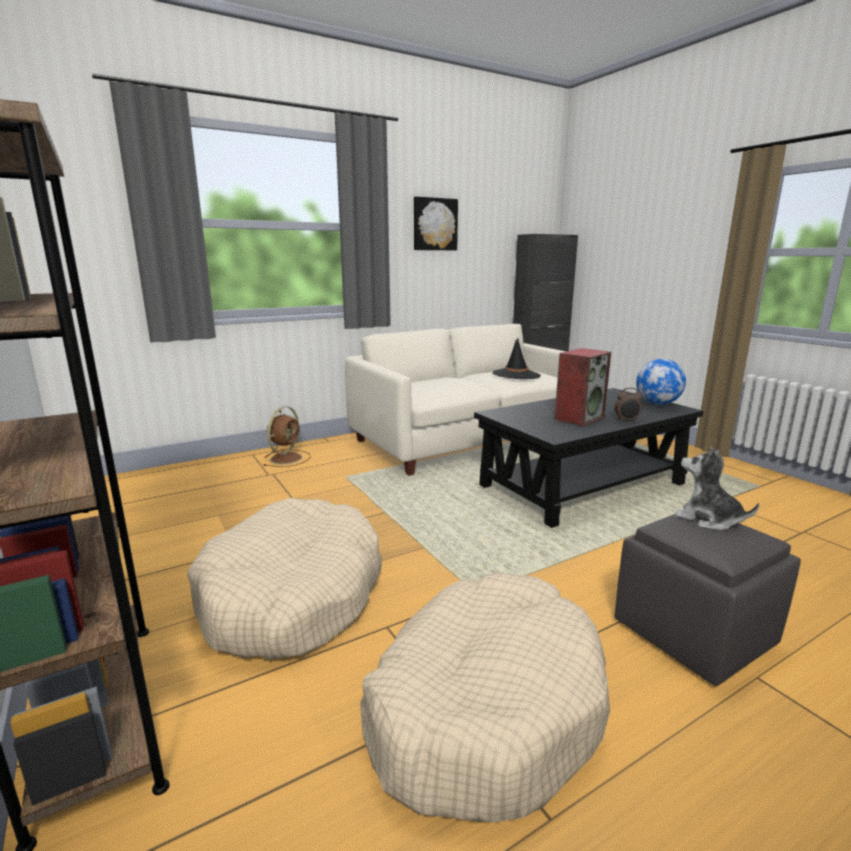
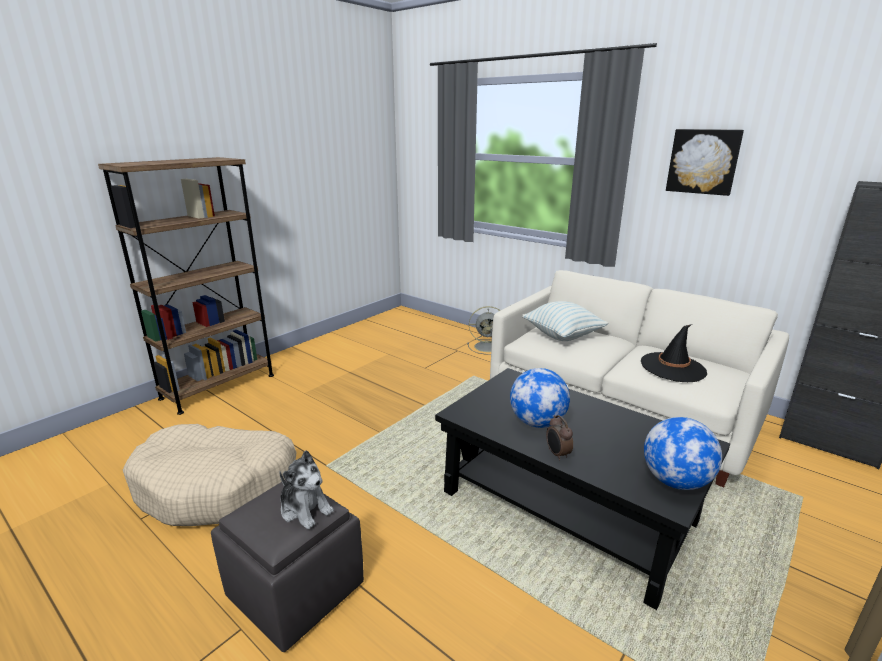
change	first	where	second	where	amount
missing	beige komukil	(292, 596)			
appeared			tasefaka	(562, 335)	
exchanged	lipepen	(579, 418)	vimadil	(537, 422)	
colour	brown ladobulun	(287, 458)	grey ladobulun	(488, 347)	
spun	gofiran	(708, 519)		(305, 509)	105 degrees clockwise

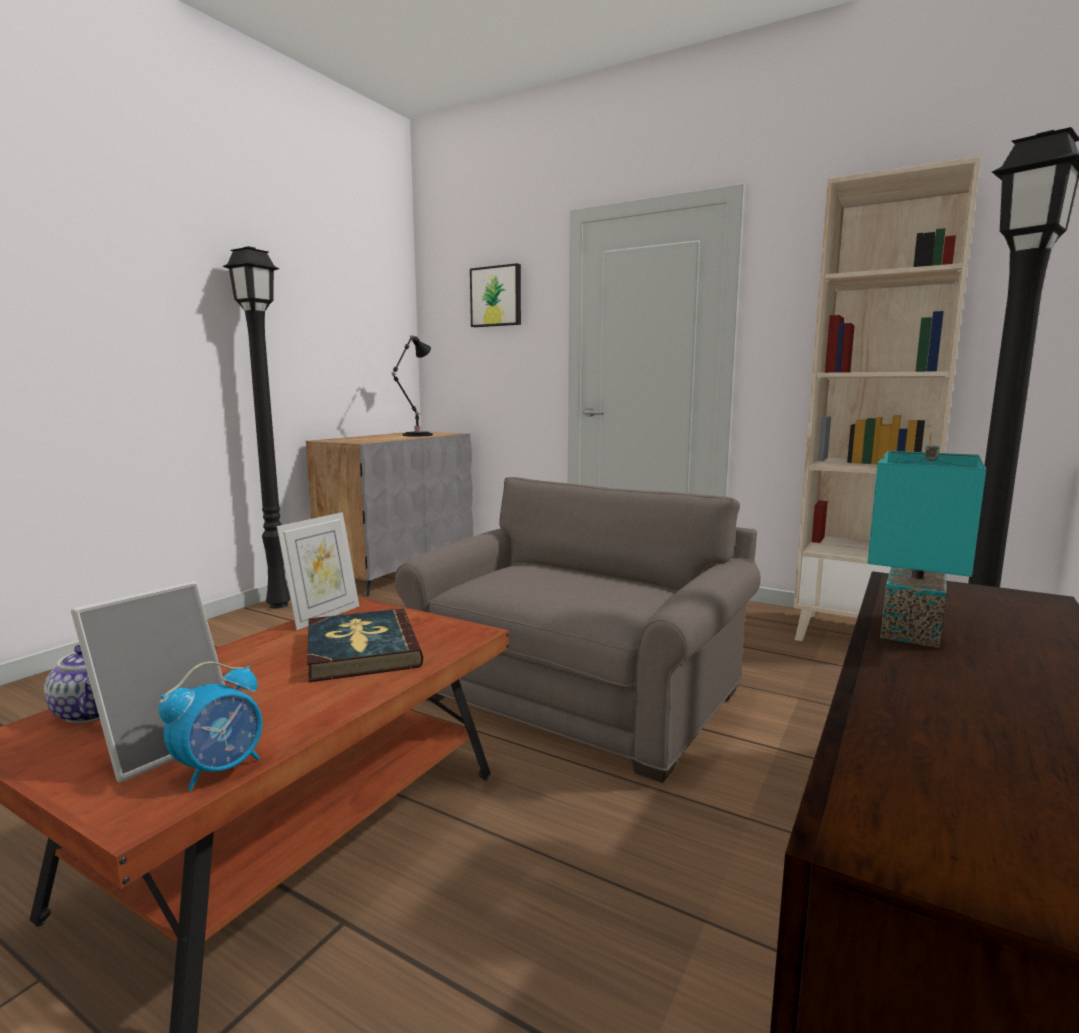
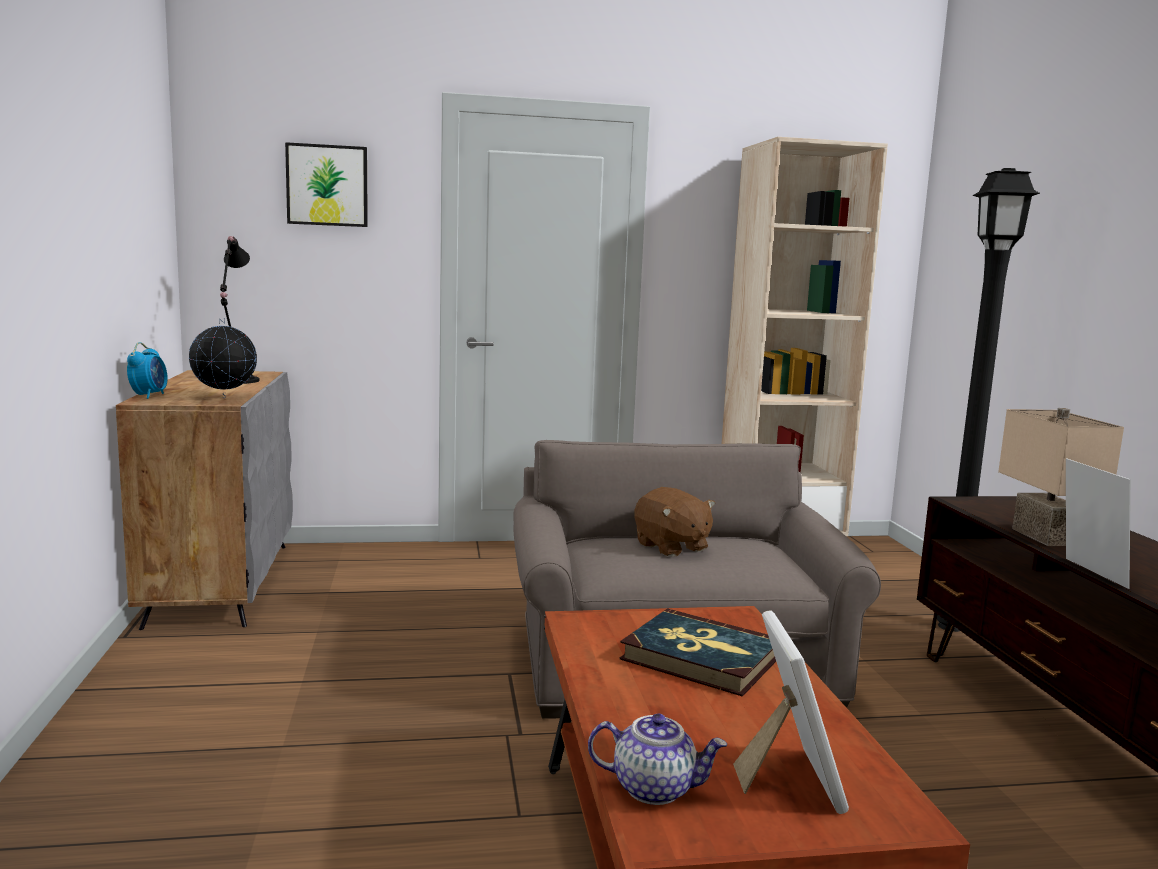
change	first	where	second	where	amount
missing	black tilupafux	(279, 604)			
appeared			vimadil	(225, 398)	
appeared			brown gofiran	(671, 547)	
relocated	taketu	(221, 769)		(149, 395)	
relocated	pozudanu	(323, 616)		(1088, 573)	
colour	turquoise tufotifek	(916, 631)	beige tufotifek	(1048, 537)	

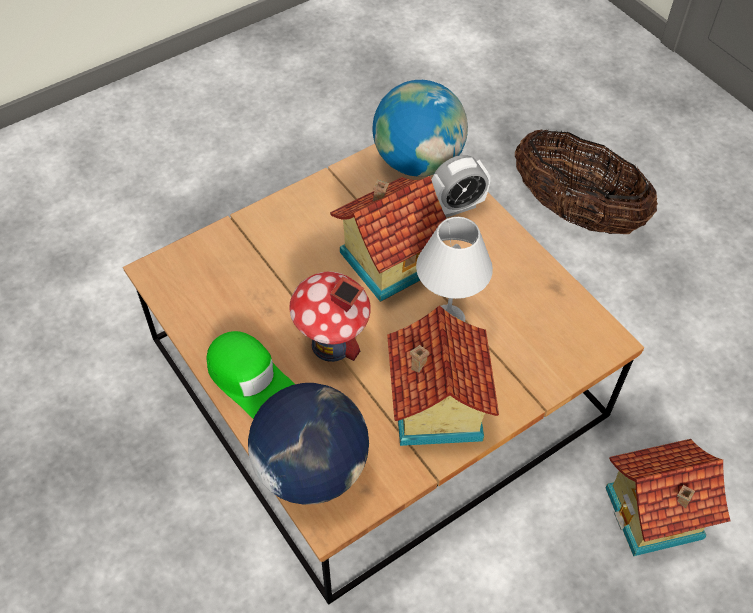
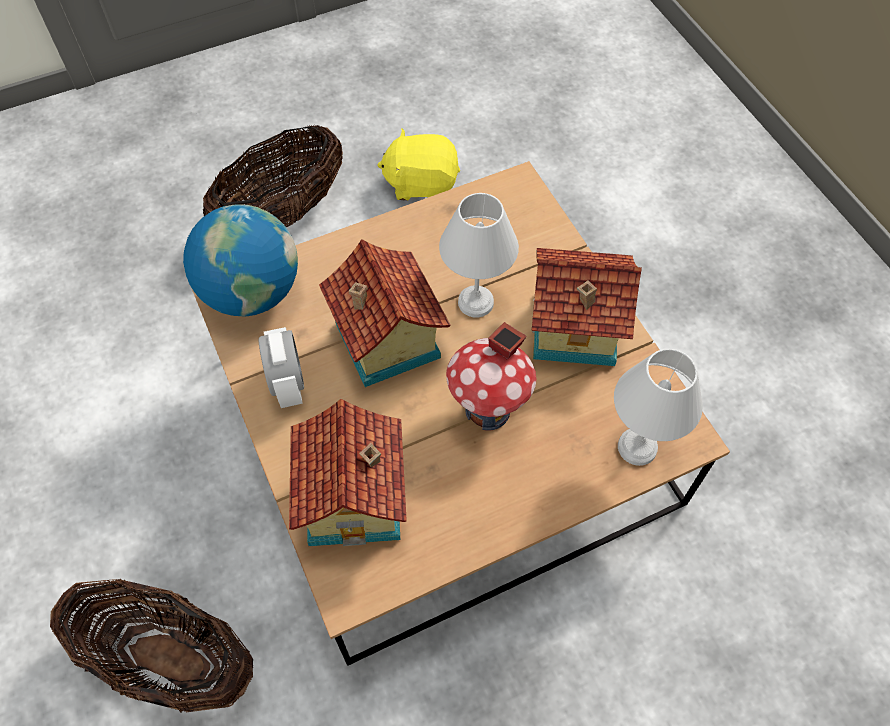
change	first	where	second	where	amount
missing	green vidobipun	(250, 379)			
appeared			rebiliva	(171, 659)	
appeared			yellow gofiran	(421, 183)	
relocated	taketu	(457, 206)		(288, 384)	
relocated	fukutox	(655, 515)		(357, 499)	
exchanged	vimadil	(311, 469)	white tufotifek	(635, 447)	

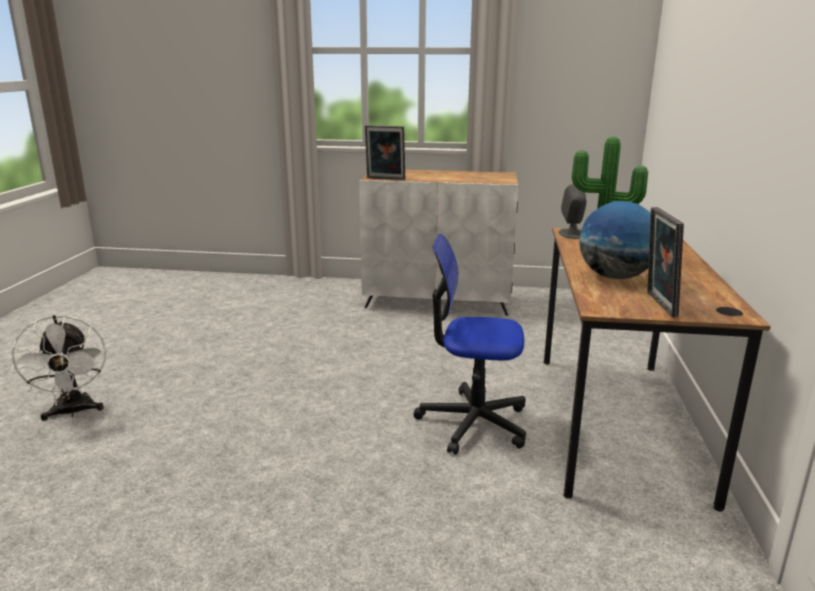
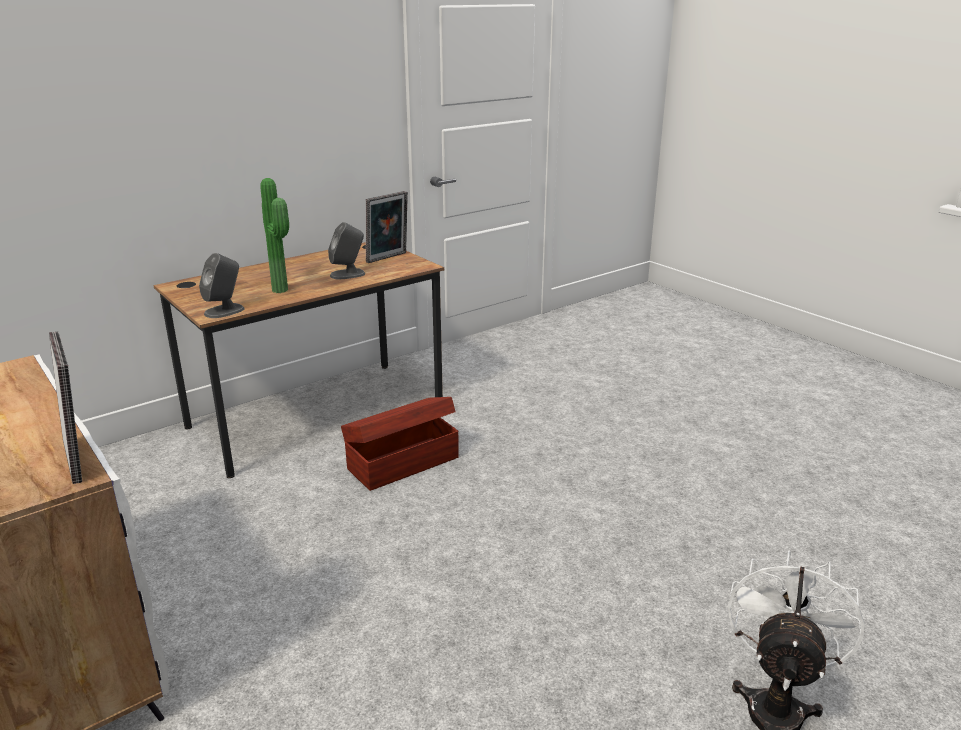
change	first	where	second	where	amount
exchanged	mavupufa	(473, 422)	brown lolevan	(401, 463)	
exchanged	vimadil	(615, 277)	grey lipepen	(348, 274)	

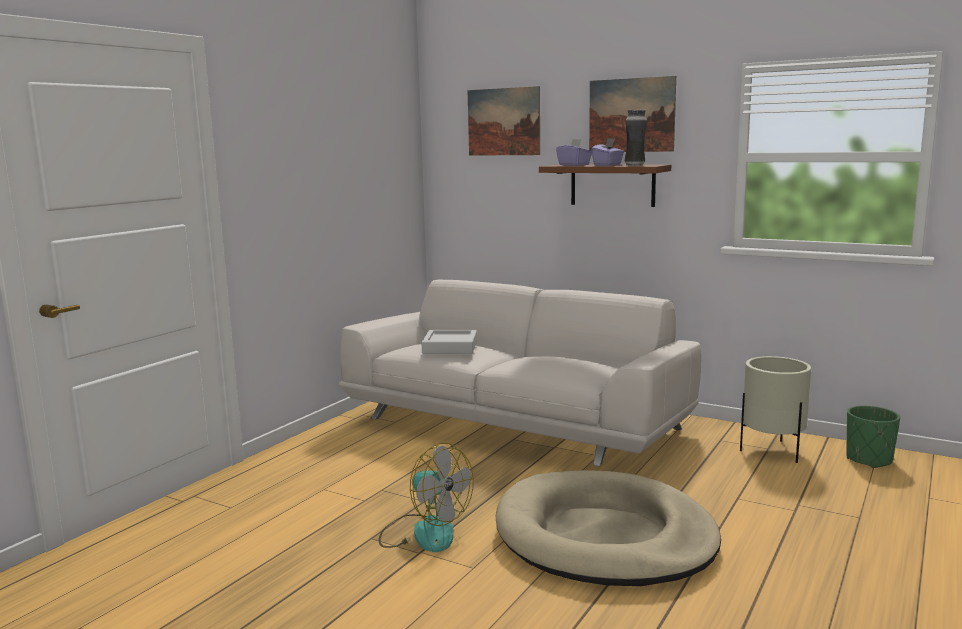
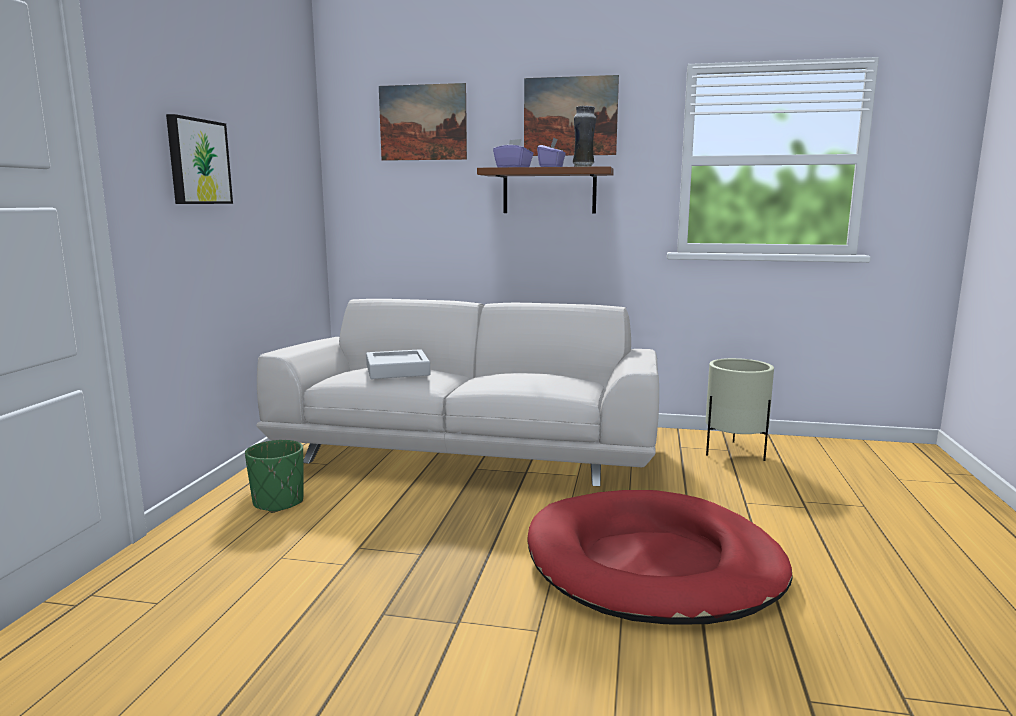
change	first	where	second	where	amount
missing	ladobulun	(424, 532)			
appeared			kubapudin	(197, 162)	
relocated	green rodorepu	(869, 460)		(278, 502)	
colour	beige komukil	(604, 536)	red komukil	(653, 564)	

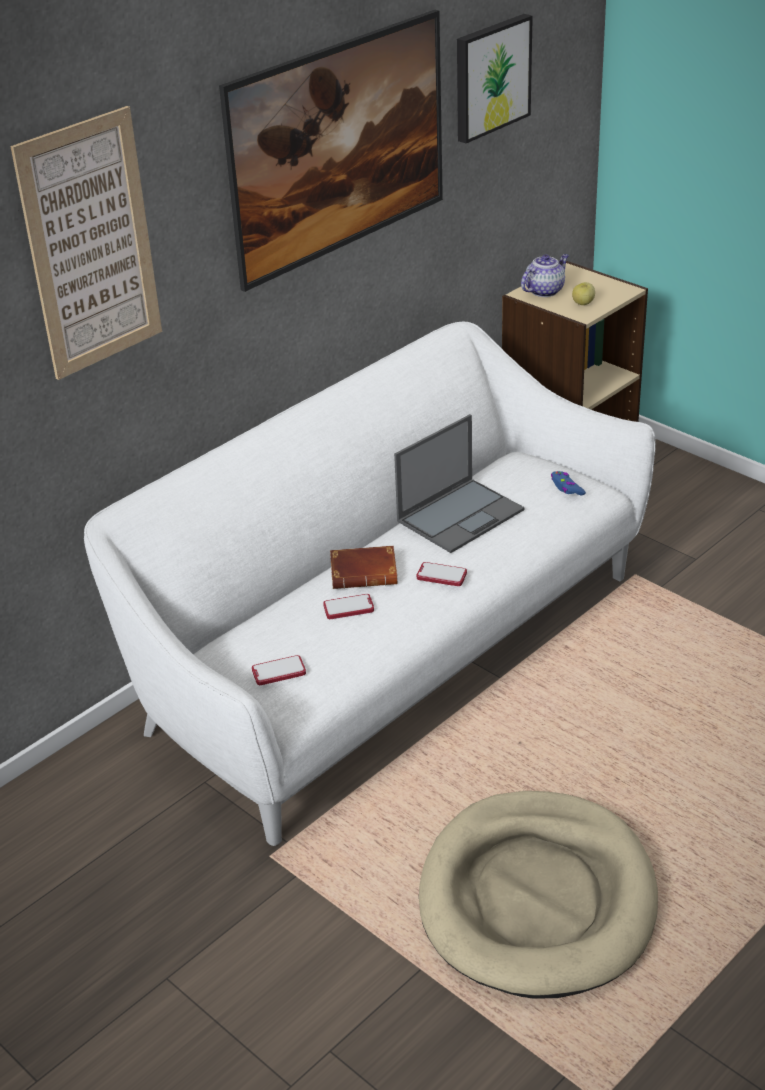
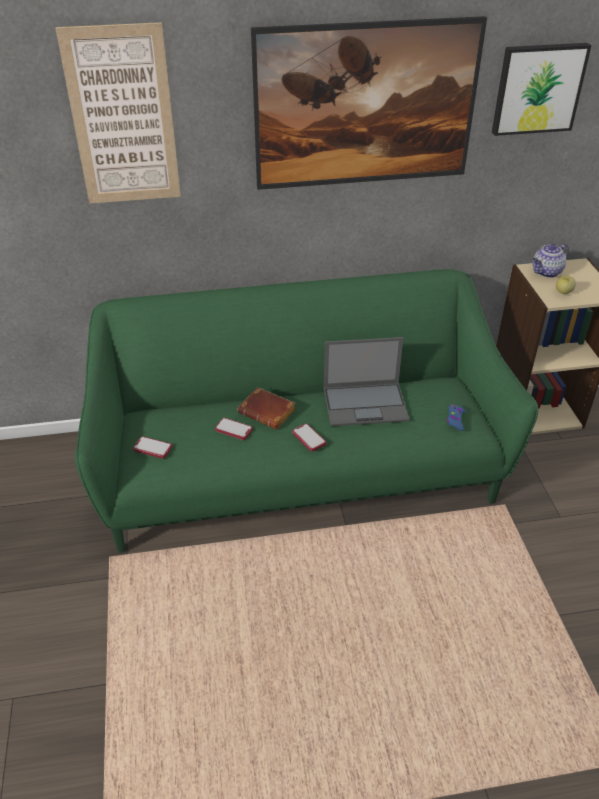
change	first	where	second	where	amount
missing	beige komukil	(537, 899)			
colour	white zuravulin	(388, 651)	green zuravulin	(299, 470)	
spun	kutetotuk	(544, 291)		(546, 272)	150 degrees clockwise

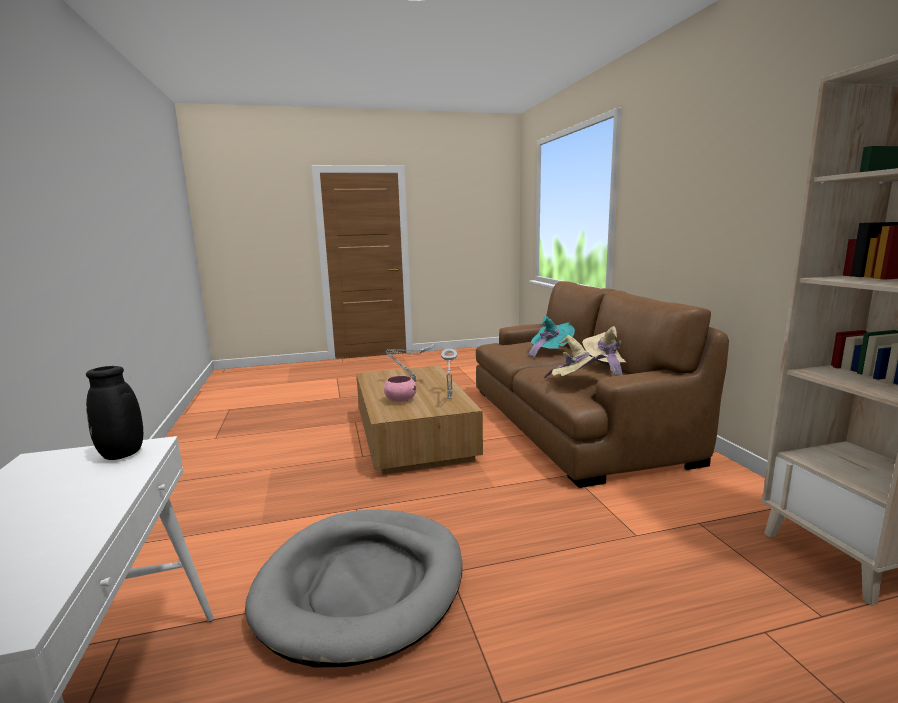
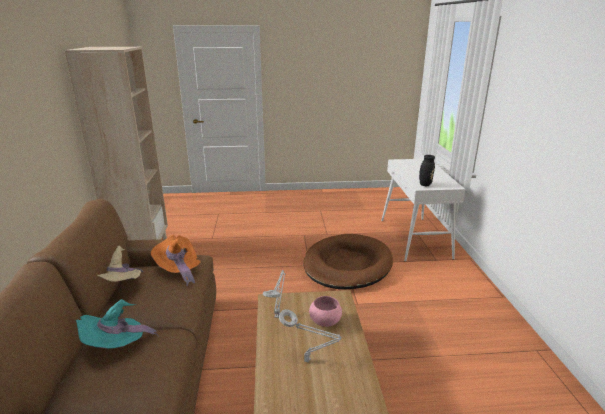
change	first	where	second	where	amount
colour	grey komukil	(362, 585)	brown komukil	(347, 265)	
colour	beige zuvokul	(577, 383)	orange zuvokul	(178, 271)	

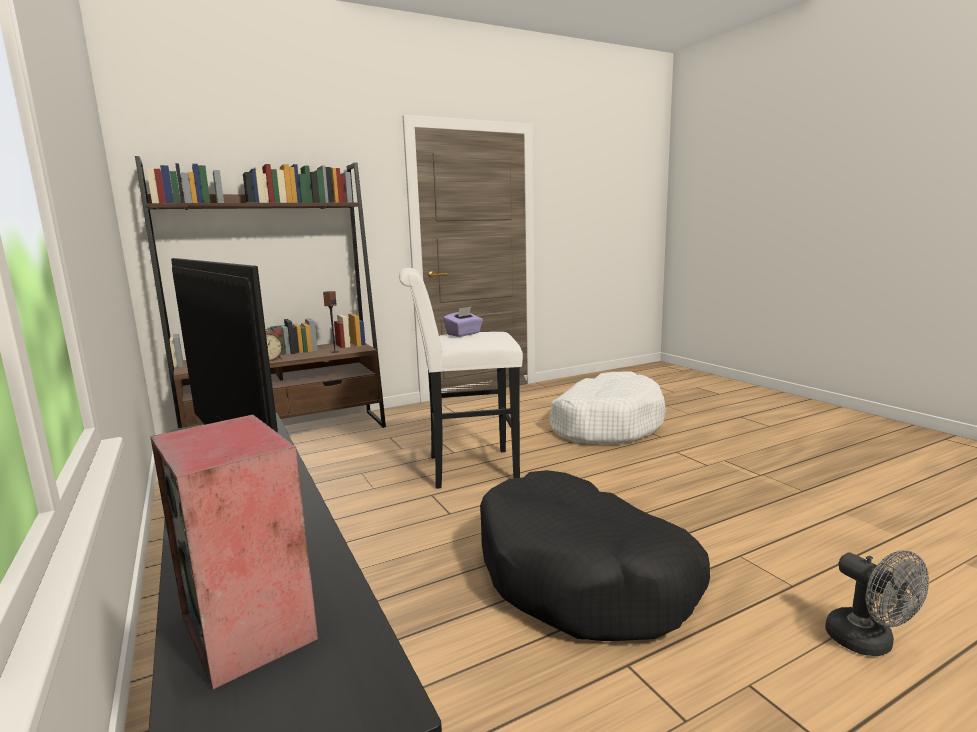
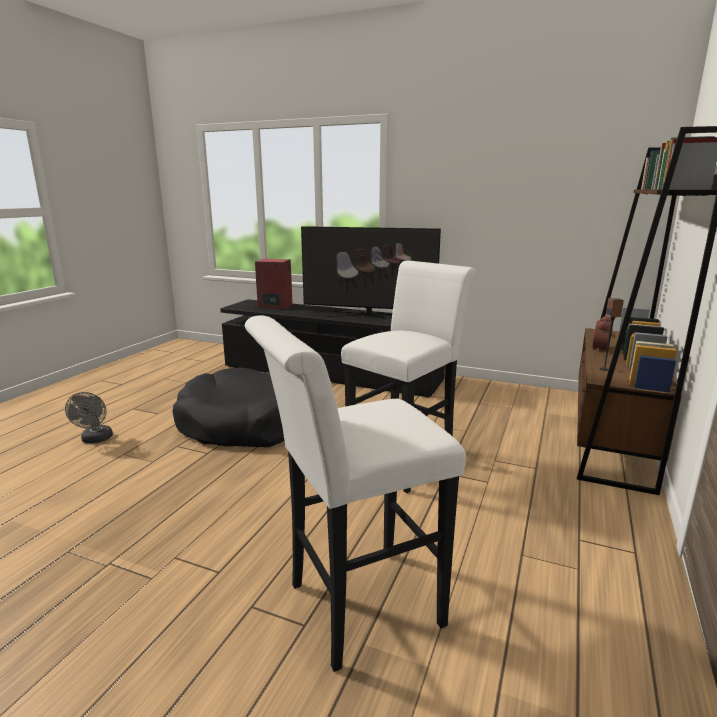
change	first	where	second	where	amount
missing	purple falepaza	(464, 334)			
exchanged	white komukil	(605, 424)	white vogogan	(354, 608)	
spun	grey ladobulun	(869, 643)		(95, 440)	120 degrees counterclockwise

